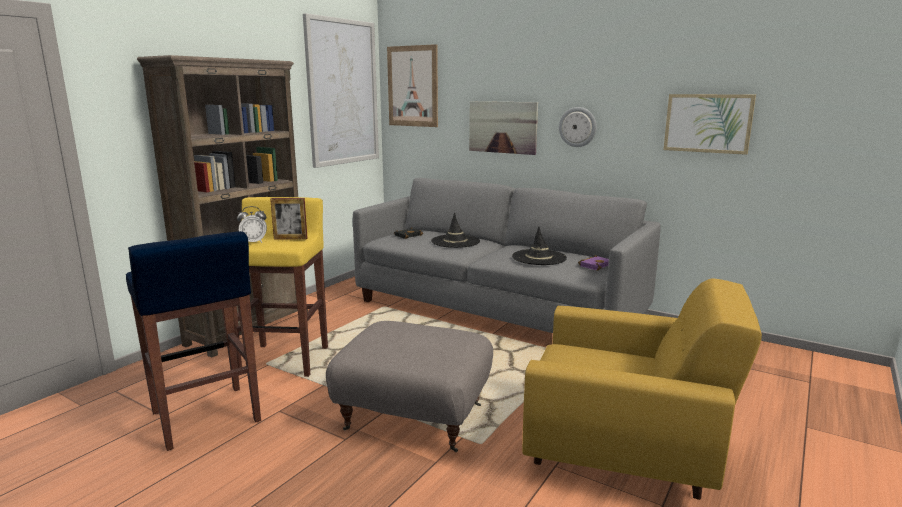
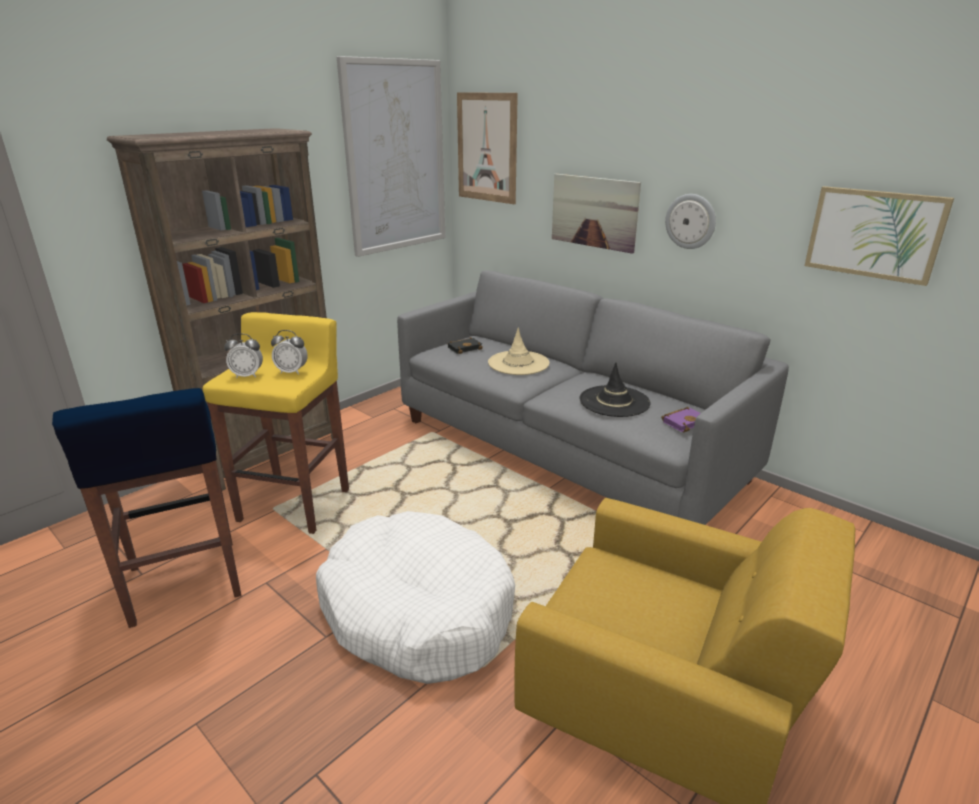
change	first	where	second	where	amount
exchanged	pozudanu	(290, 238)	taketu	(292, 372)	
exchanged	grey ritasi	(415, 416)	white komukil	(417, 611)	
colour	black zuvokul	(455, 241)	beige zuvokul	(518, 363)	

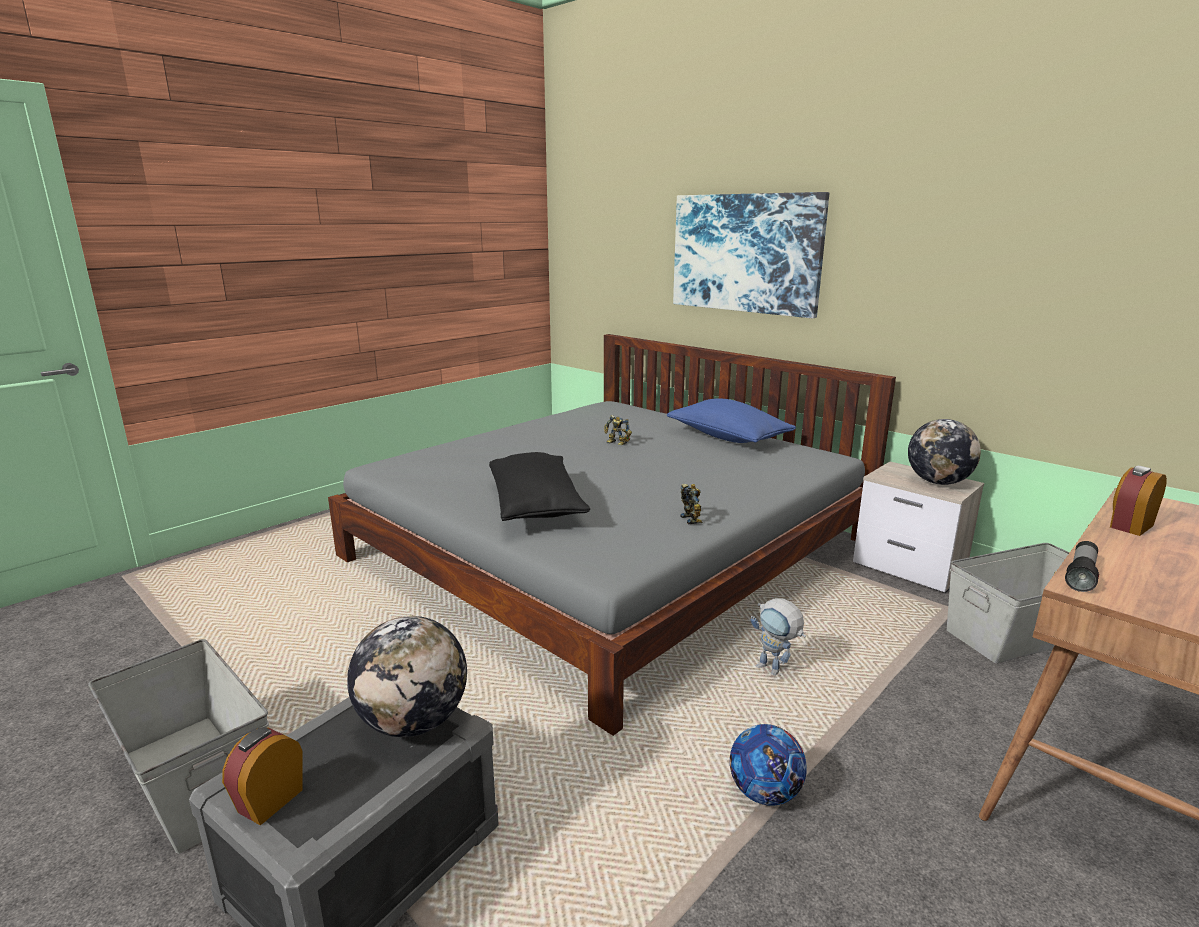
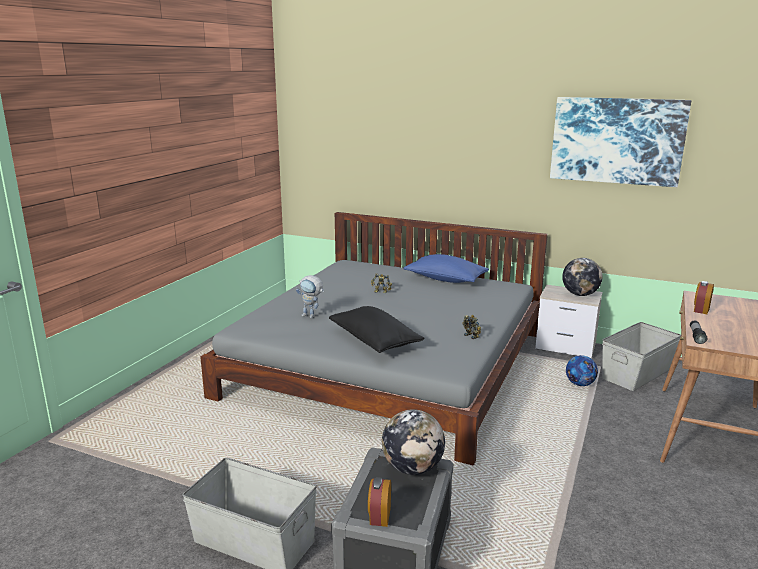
change	first	where	second	where	amount
relocated	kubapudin	(745, 253)		(616, 140)	
relocated	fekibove	(764, 793)		(580, 384)	
relocated	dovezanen	(775, 671)		(311, 316)	

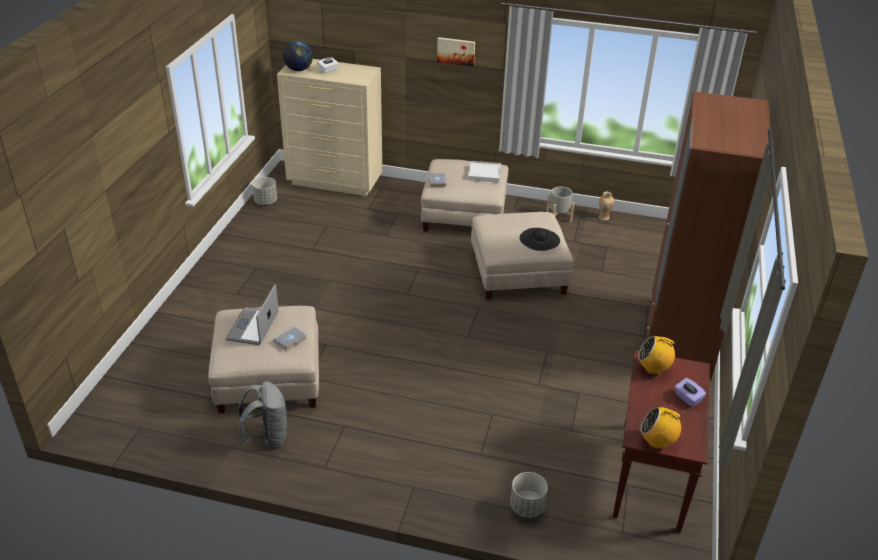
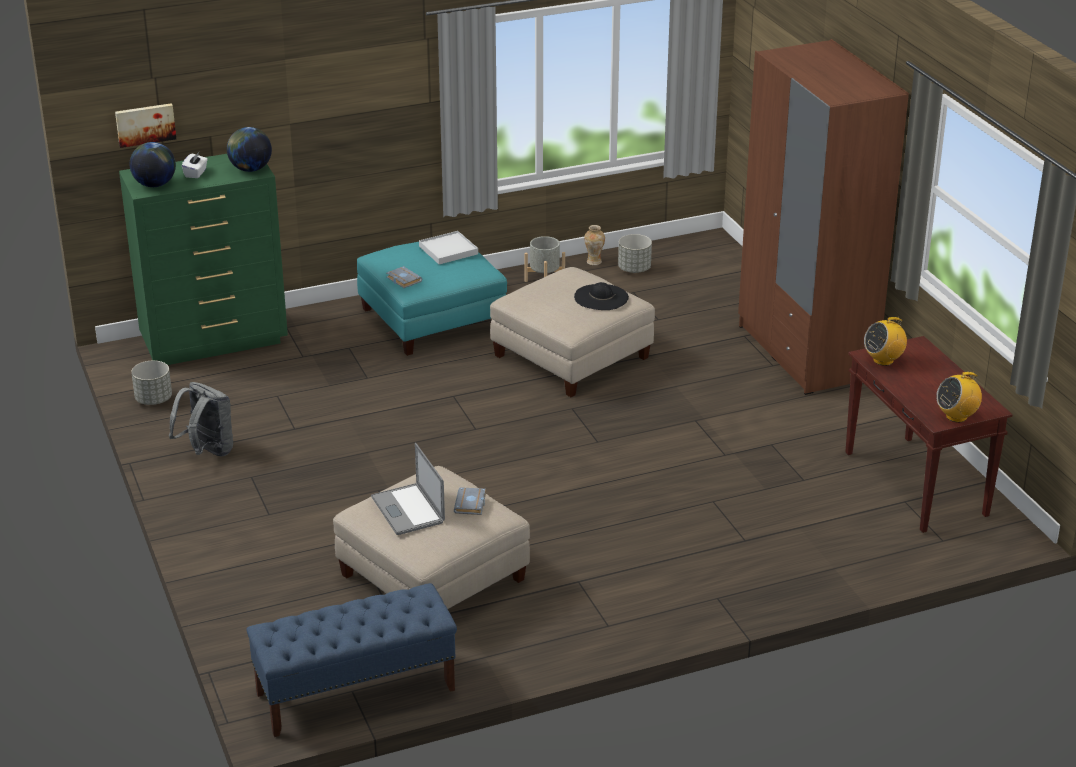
change	first	where	second	where	amount
missing	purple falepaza	(687, 398)			
appeared			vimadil	(250, 169)	
appeared			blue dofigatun	(355, 692)	
relocated	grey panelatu	(267, 438)		(207, 451)	
relocated	kubapudin	(456, 51)		(145, 124)	
relocated	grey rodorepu	(527, 507)		(634, 269)	
colour	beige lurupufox	(335, 182)	green lurupufox	(215, 341)	
colour	beige ritasi	(464, 215)	turquoise ritasi	(432, 319)	

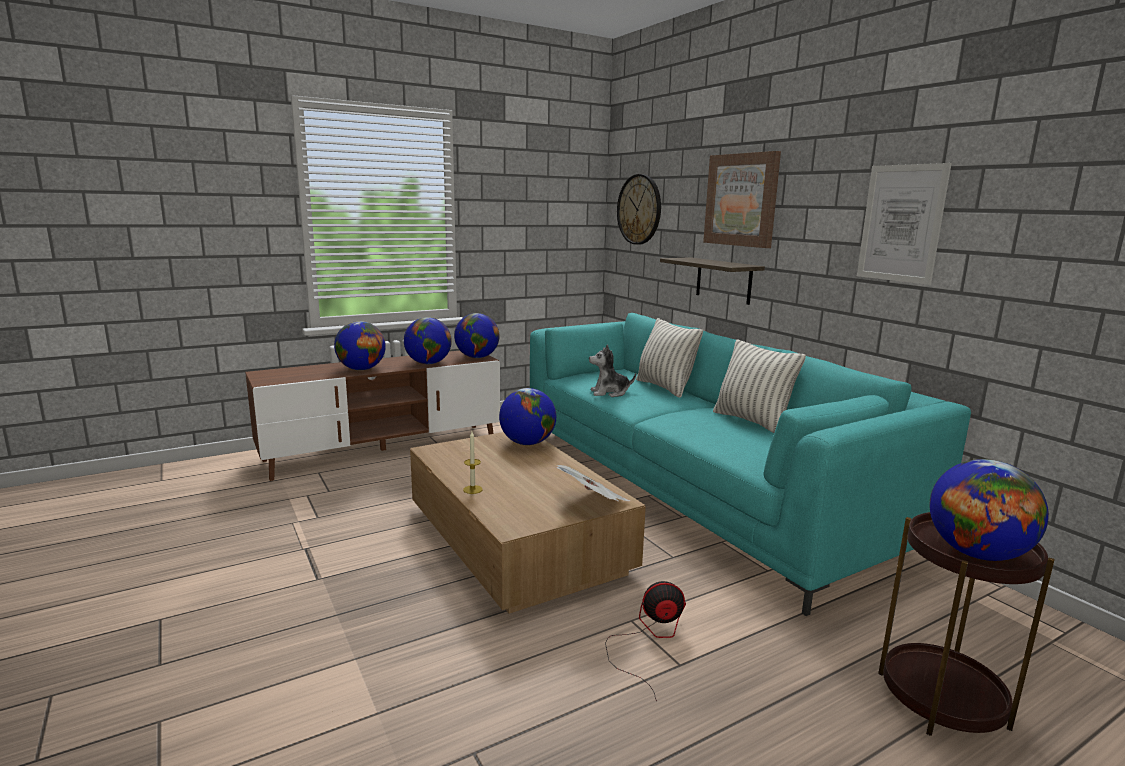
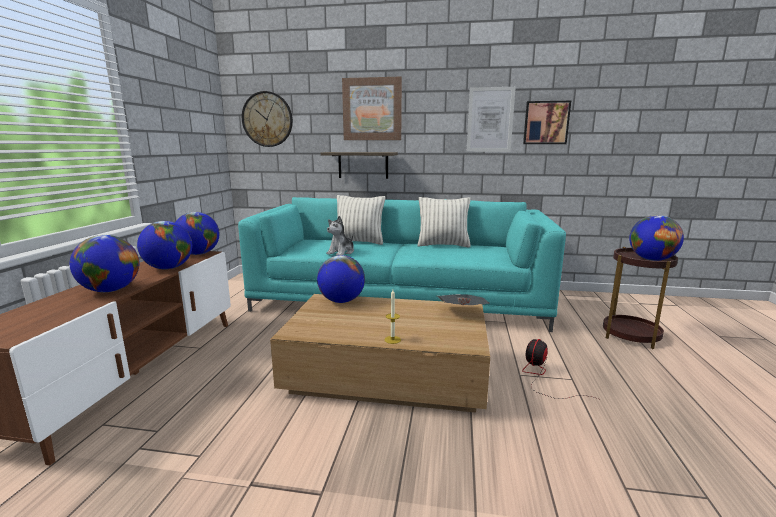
change	first	where	second	where	amount
appeared			kubapudin	(546, 123)	

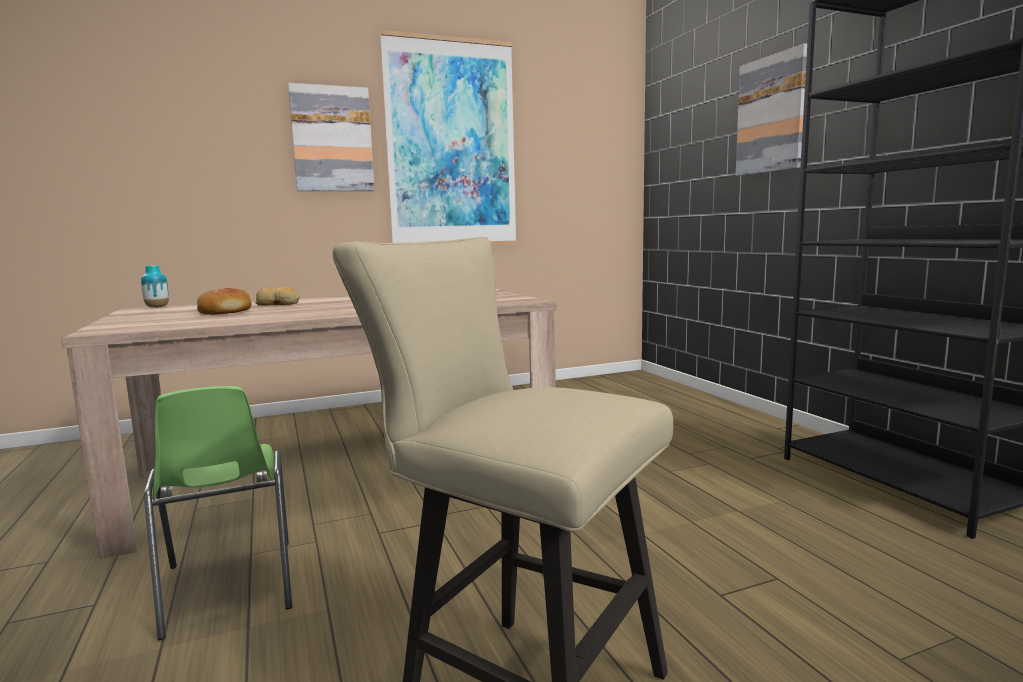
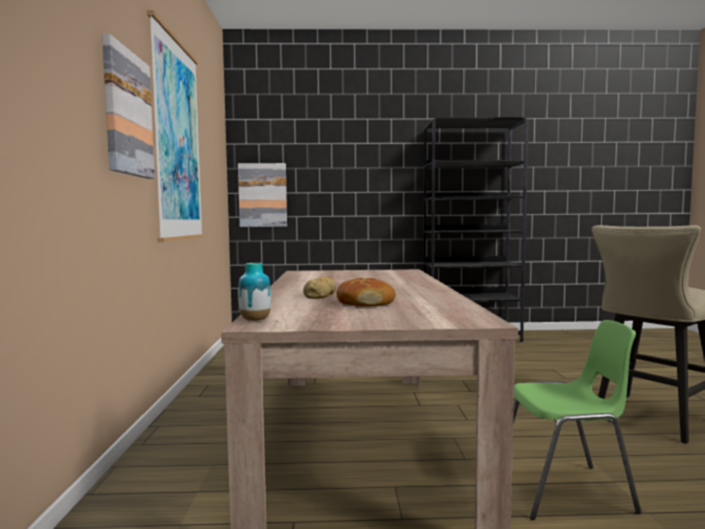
change	first	where	second	where	amount
relocated	kubapudin	(772, 114)		(263, 195)	

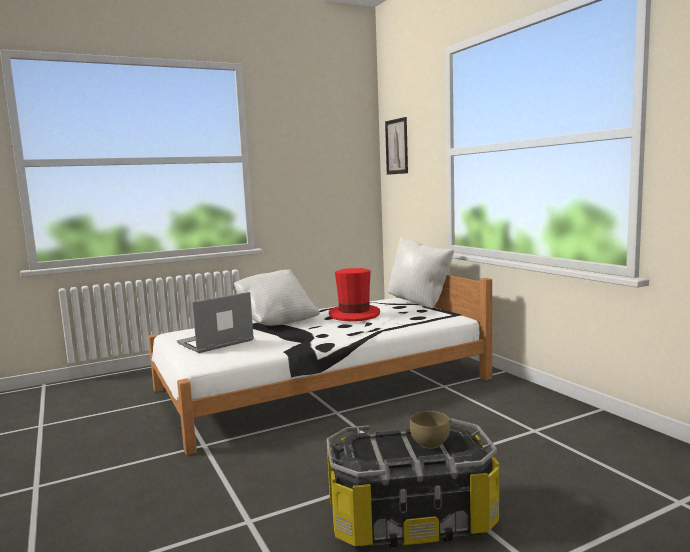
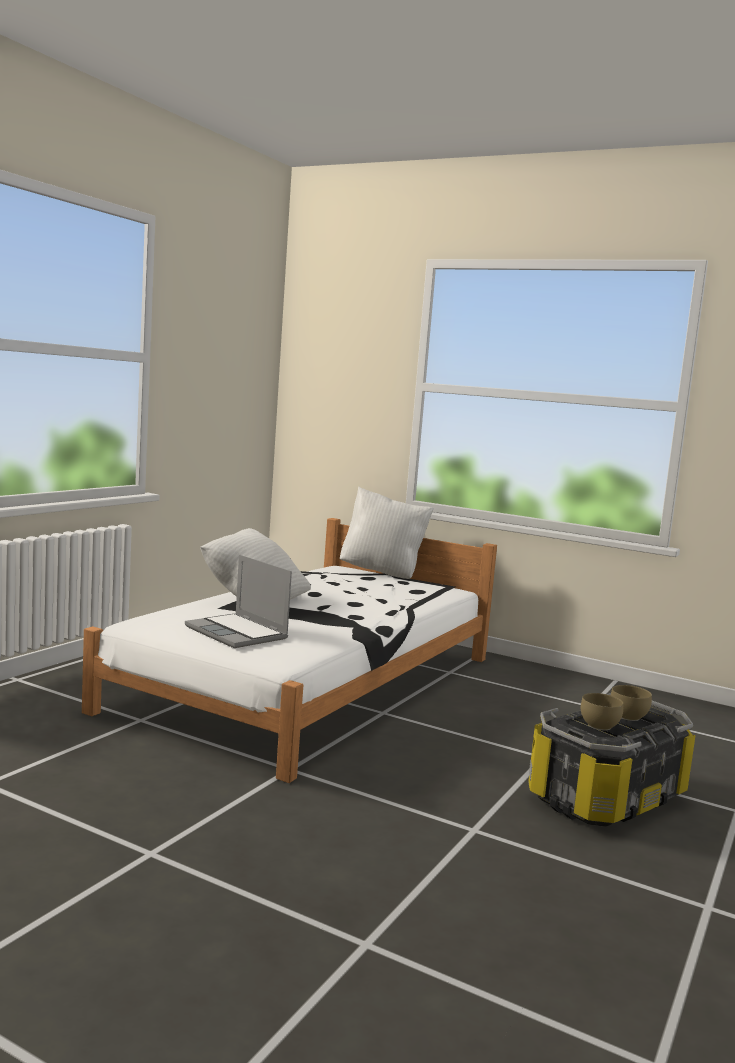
change	first	where	second	where	amount
missing	red zuvokul	(354, 315)			
missing	kubapudin	(396, 146)			
appeared			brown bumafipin	(599, 725)	
spun	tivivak	(215, 343)		(238, 633)	60 degrees counterclockwise

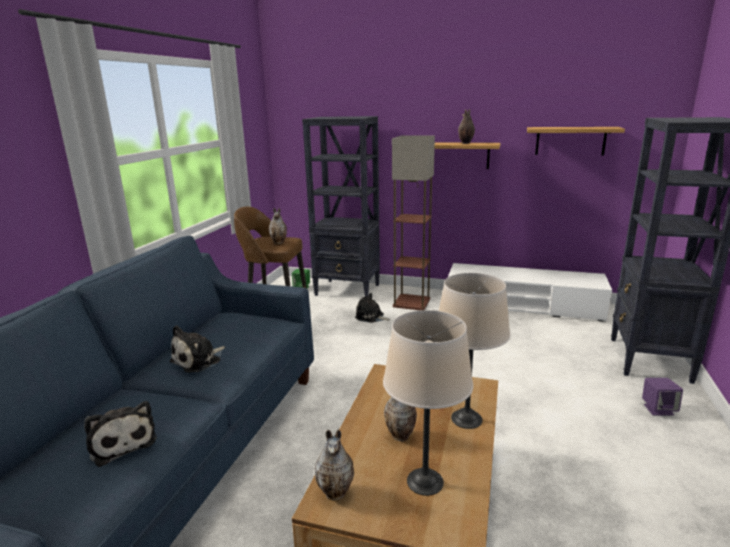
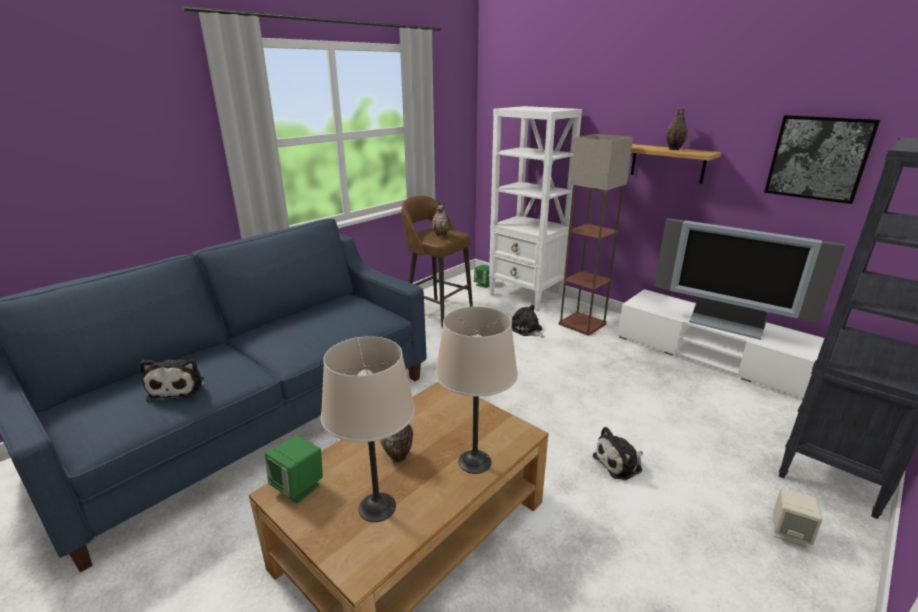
change	first	where	second	where	amount
appeared			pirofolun	(727, 324)	
relocated	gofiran	(199, 360)		(619, 463)	
exchanged	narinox	(336, 493)	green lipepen	(299, 487)	
exchanged	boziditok	(570, 141)	kubapudin	(818, 158)	
colour	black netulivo	(348, 290)	white netulivo	(526, 296)	
colour	purple lipepen	(658, 409)	beige lipepen	(789, 532)	

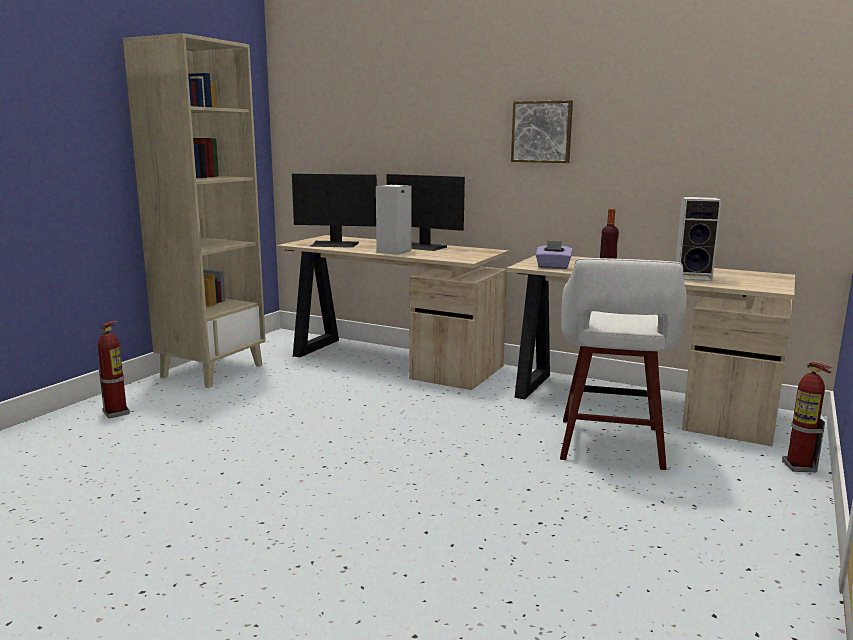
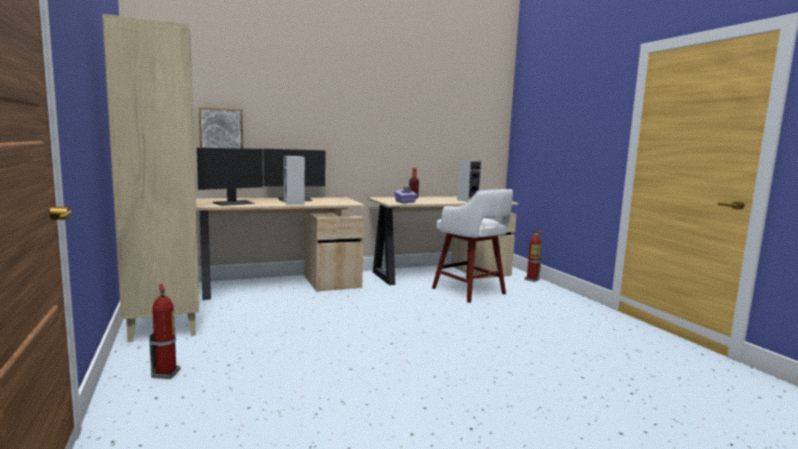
change	first	where	second	where	amount
relocated	kubapudin	(542, 132)		(221, 129)	

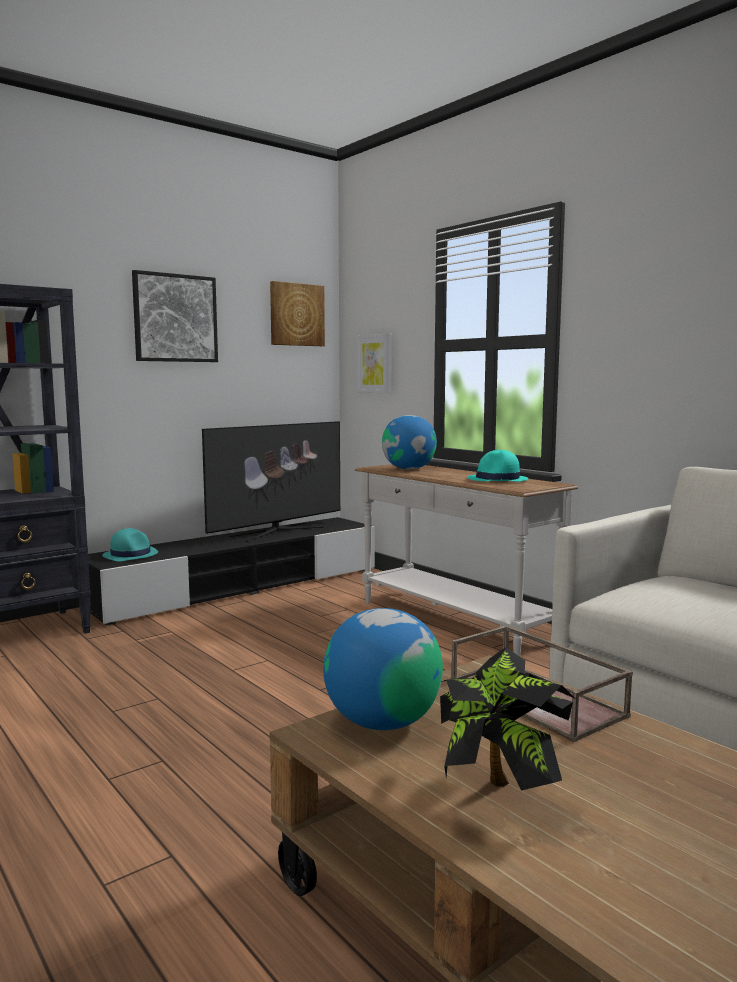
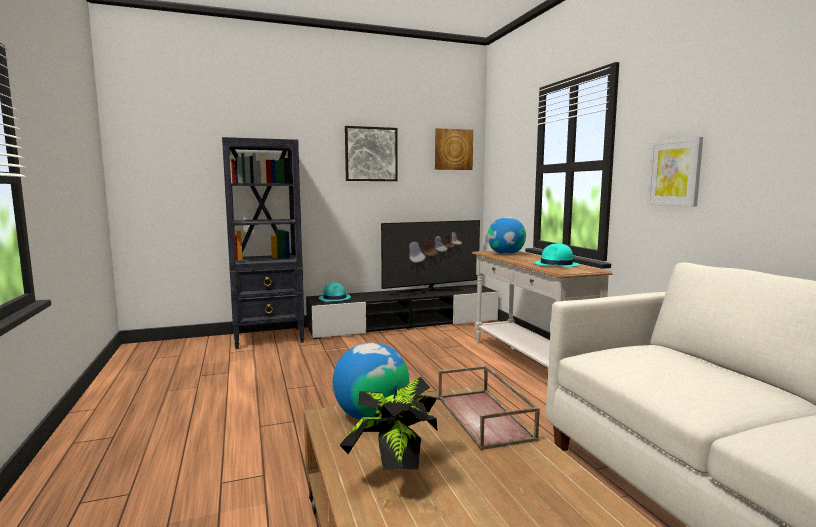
change	first	where	second	where	amount
relocated	kubapudin	(375, 364)		(675, 172)	

